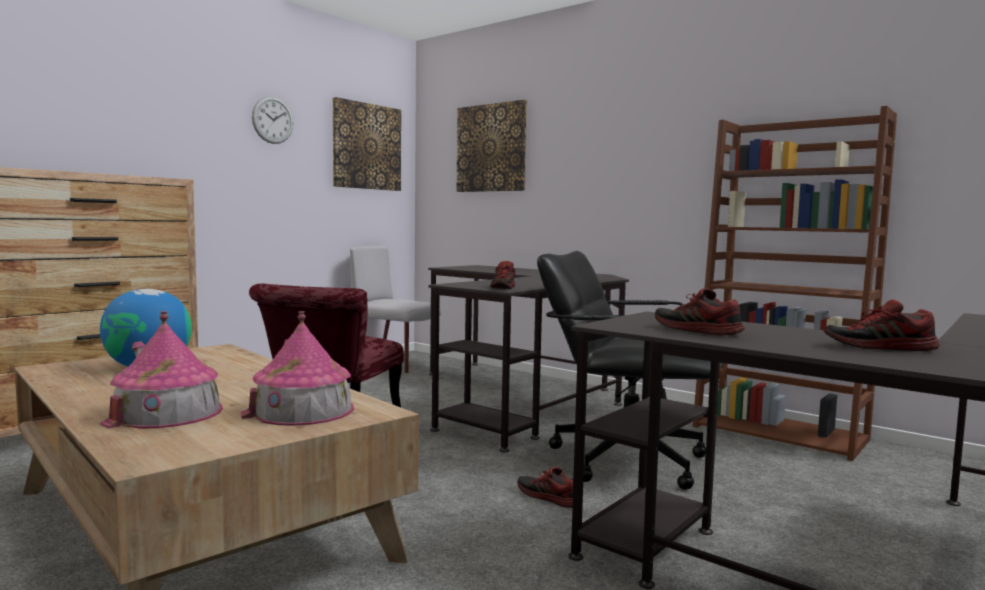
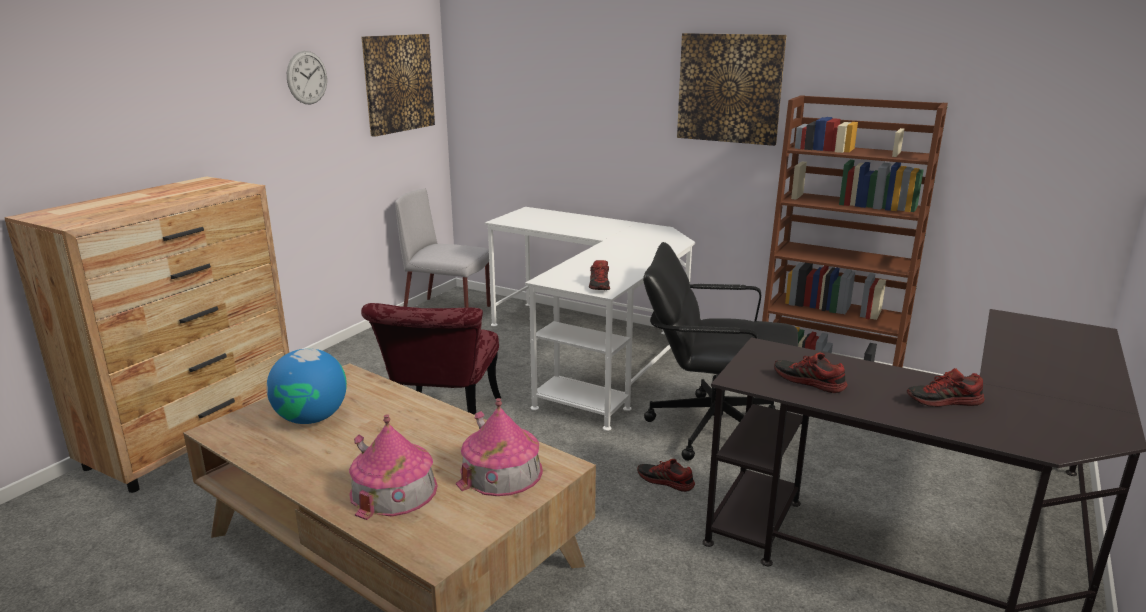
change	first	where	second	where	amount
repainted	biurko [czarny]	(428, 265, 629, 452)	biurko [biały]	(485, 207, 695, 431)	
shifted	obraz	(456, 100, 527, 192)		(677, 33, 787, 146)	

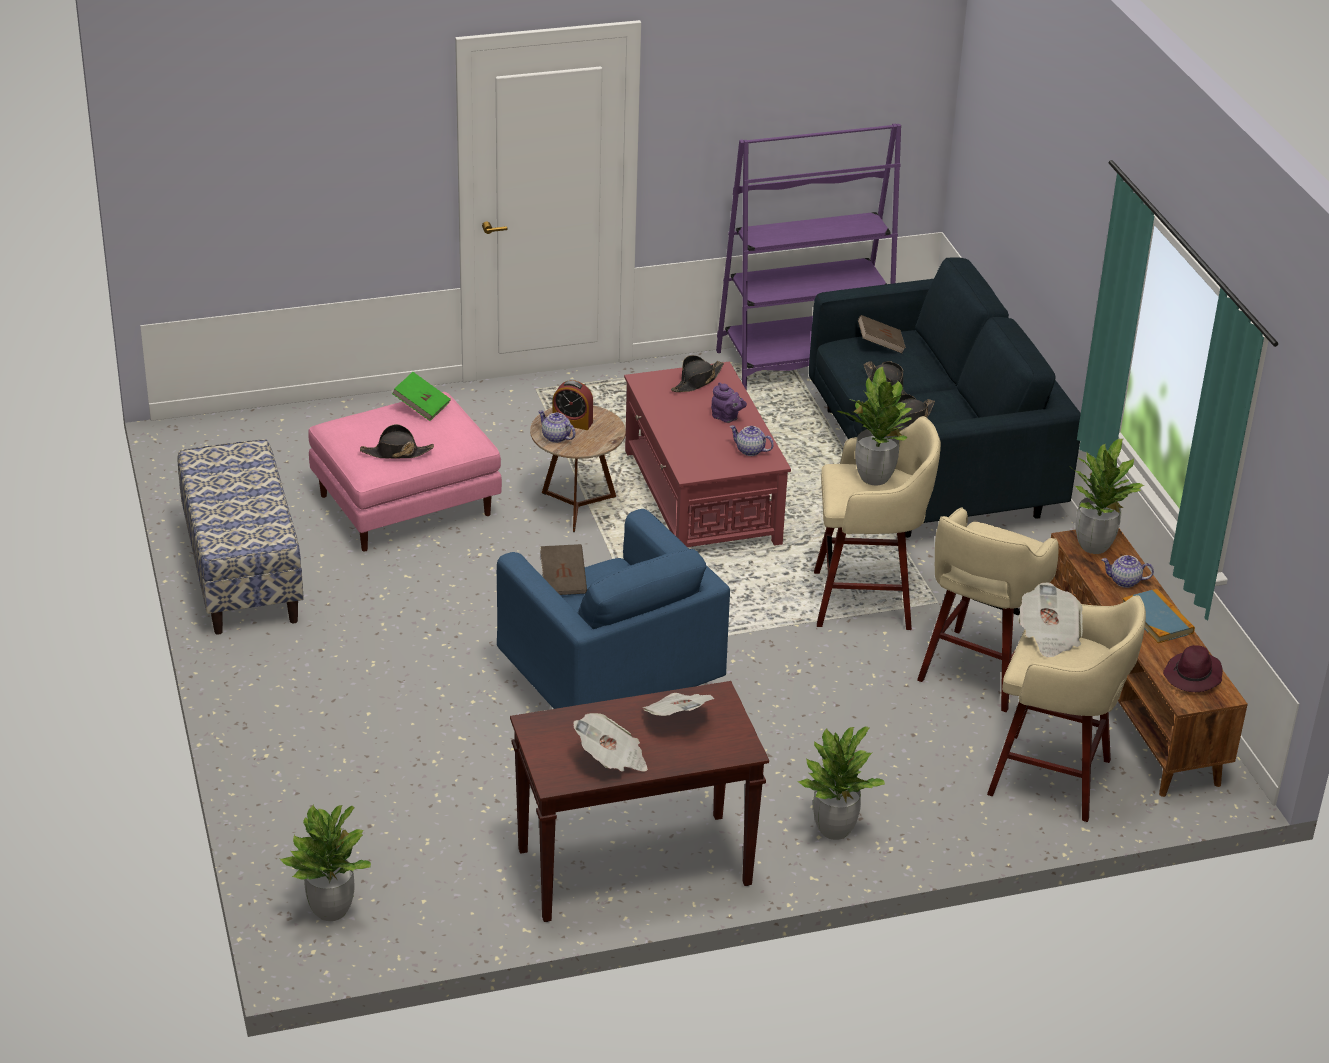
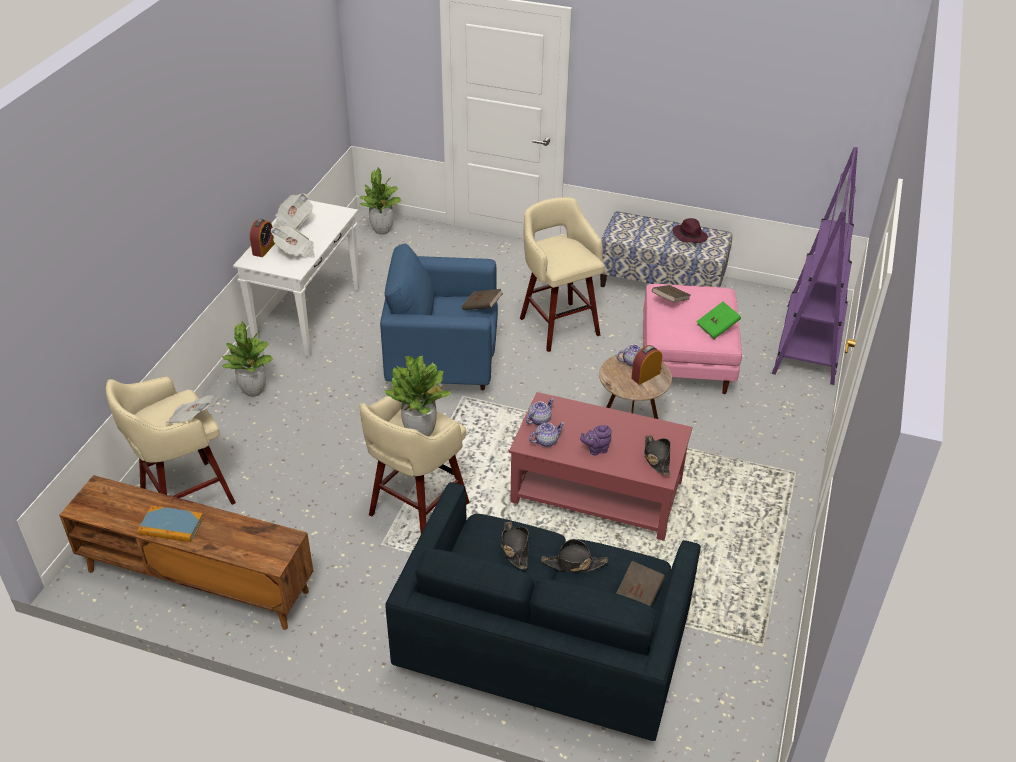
change	first	where	second	where	amount
swapped	kapelusz [czarny]	(360, 424, 434, 459)	książka [brązowy]	(652, 285, 691, 302)	
repainted	stolik konsolowy [brązowy]	(510, 681, 769, 922)	stolik konsolowy [biały]	(233, 200, 360, 357)	
shifted	regał [fioletowy]	(716, 124, 901, 391)		(772, 147, 858, 385)	
shifted	stołek [beżowy]	(917, 507, 1059, 712)		(520, 197, 605, 352)	
gone	roślina doniczkowa	(1069, 439, 1144, 554)			
shifted	imbryk	(1102, 555, 1154, 588)		(526, 398, 554, 425)	
shifted	kapelusz [fioletowy]	(1163, 645, 1223, 692)		(672, 218, 708, 243)	
new			budzik	(250, 219, 275, 257)	

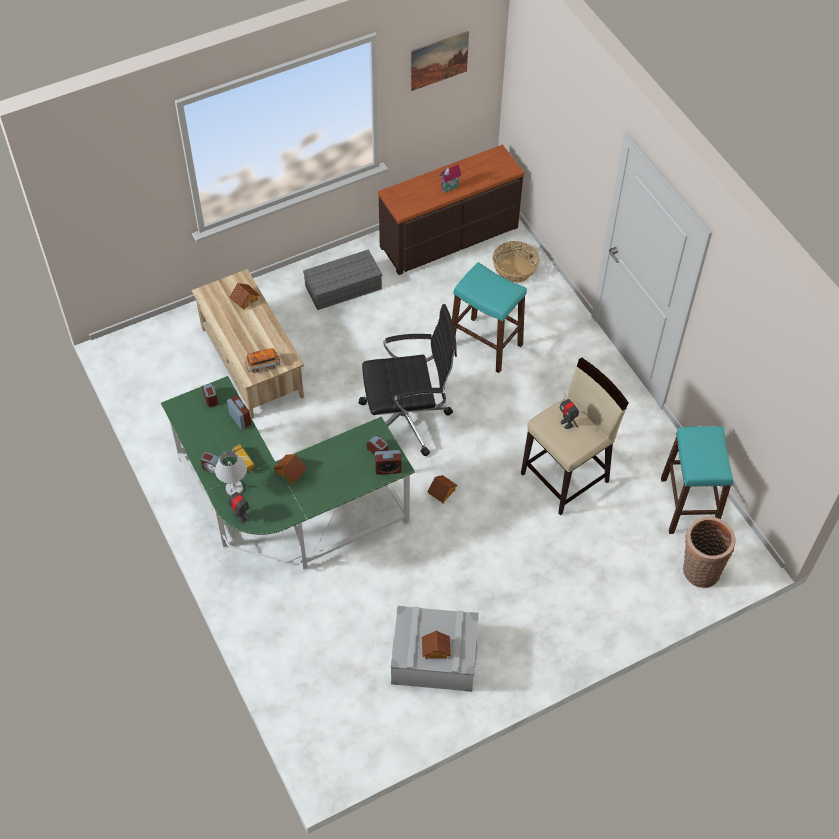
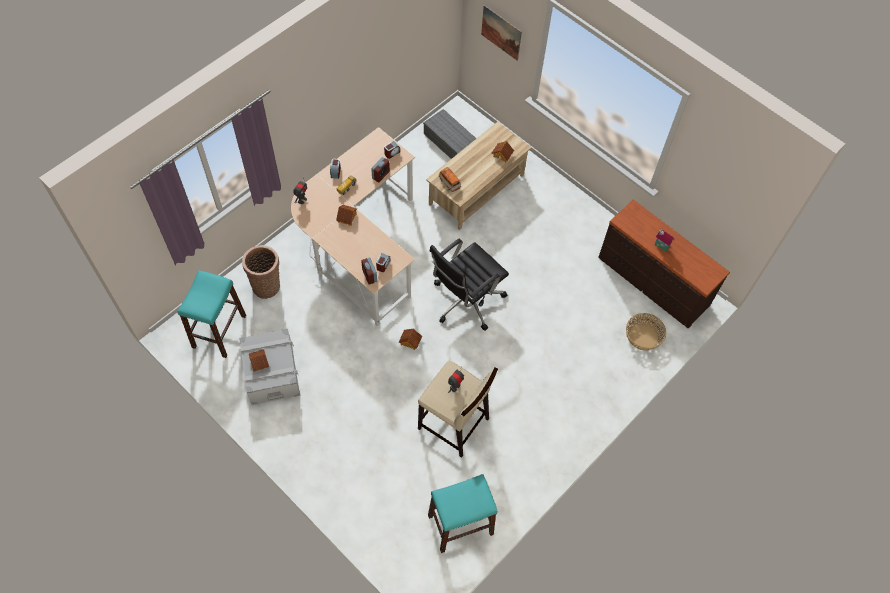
change	first	where	second	where	amount
repainted	biurko [zielony]	(161, 376, 415, 571)	biurko [beżowy]	(291, 127, 415, 327)	
gone	lampa stołowa [biały]	(215, 451, 247, 496)			
shifted	pojemnik do przechowywania [szary]	(303, 249, 382, 310)		(423, 109, 476, 159)	
rotated	krzesło biurowe [czarny]	(359, 304, 457, 456)		(430, 239, 509, 331)	75 degrees clockwise
shifted	obraz	(411, 31, 469, 91)		(481, 5, 522, 61)	
shifted	stołek [turkusowy]	(452, 262, 527, 373)		(177, 270, 246, 358)	
shifted	koszyk	(683, 516, 736, 588)		(242, 245, 280, 299)	

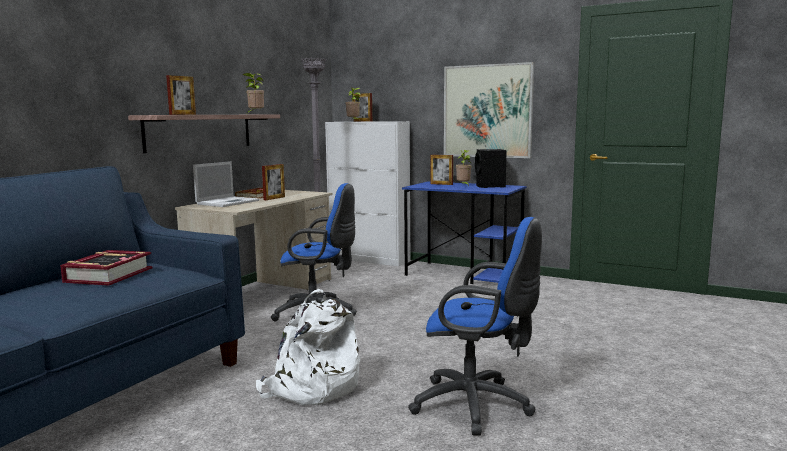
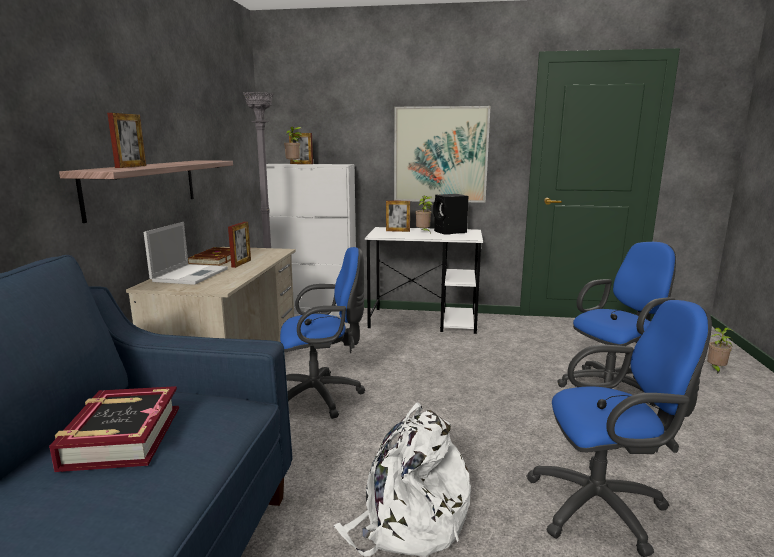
change	first	where	second	where	amount
shifted	roślina doniczkowa	(243, 73, 264, 112)		(707, 327, 734, 374)	
repainted	biurko [niebieski]	(402, 181, 527, 284)	biurko [biały]	(365, 227, 483, 334)	
new			krzesło biurowe [niebieski]	(557, 242, 676, 406)	

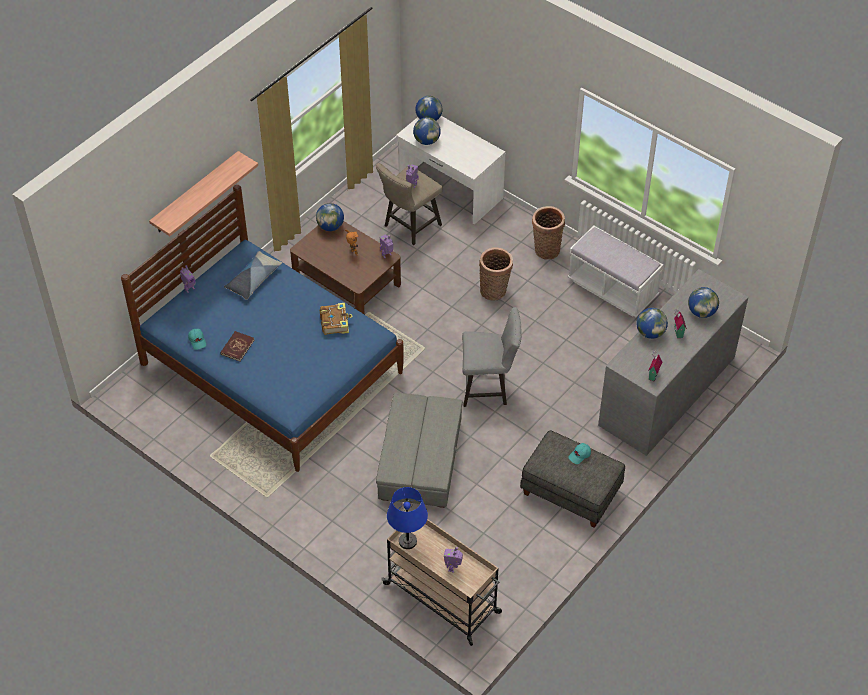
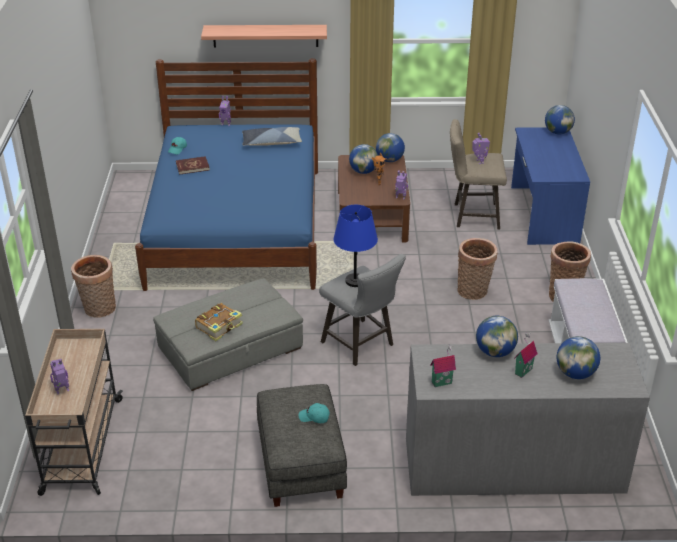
change	first	where	second	where	amount
shifted	książka	(320, 303, 352, 335)		(195, 303, 243, 341)	
shifted	lampa stołowa [niebieski]	(387, 487, 428, 549)		(334, 205, 378, 287)	
repainted	biurko [biały]	(396, 116, 505, 225)	biurko [niebieski]	(511, 127, 590, 245)	
shifted	globus	(413, 117, 441, 145)		(349, 144, 378, 174)	
new			koszyk	(71, 255, 116, 318)	

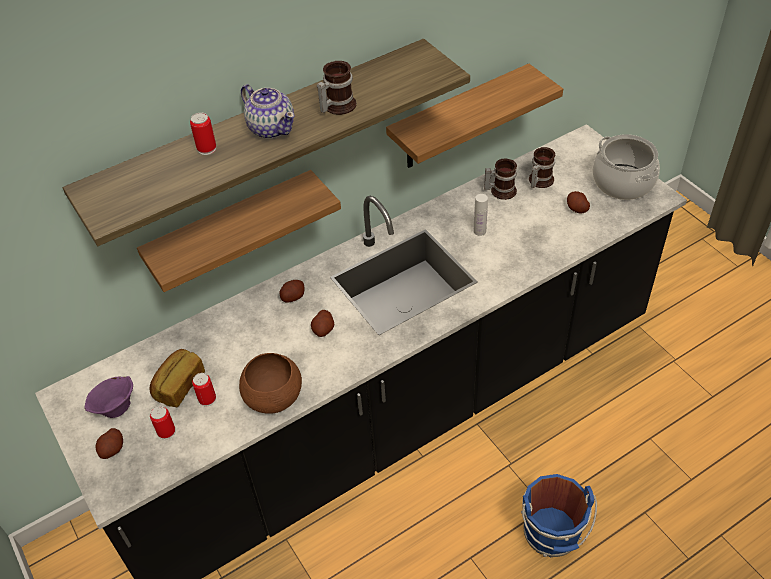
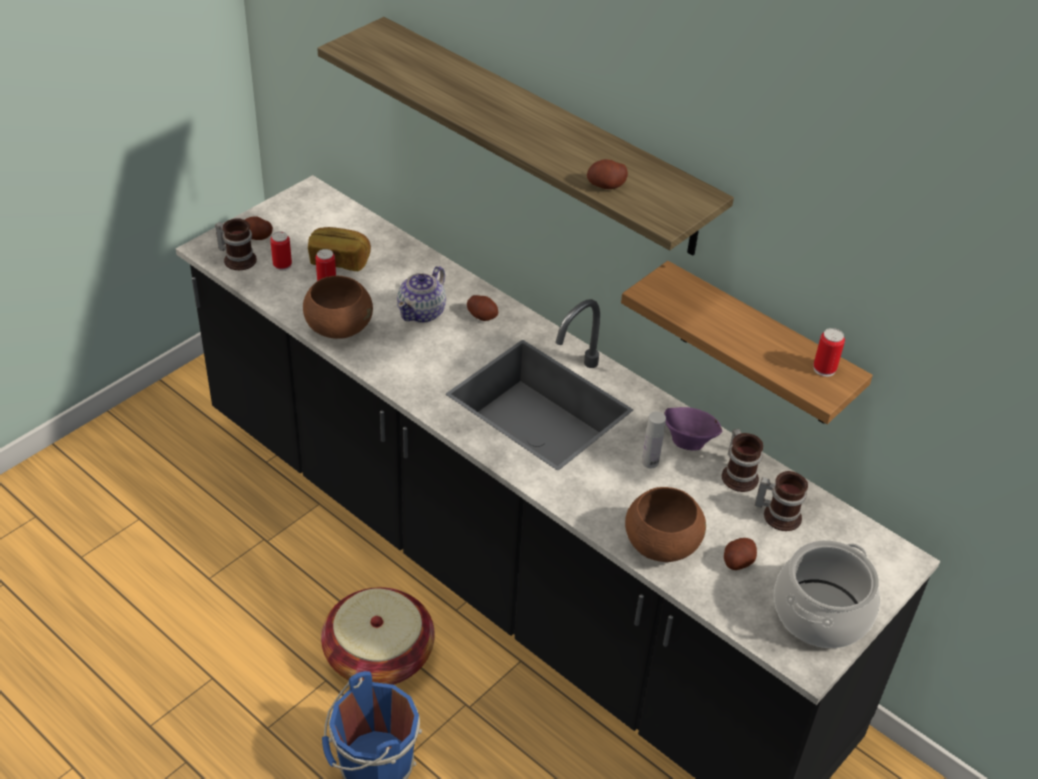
change	first	where	second	where	amount
shifted	miska [fioletowy]	(84, 376, 133, 418)		(665, 407, 723, 450)	
gone	półka	(137, 170, 341, 292)			
shifted	puszka	(190, 113, 216, 155)		(813, 328, 845, 377)	
shifted	imbryk	(241, 84, 295, 139)		(397, 266, 446, 323)	
shifted	ziemniak	(311, 310, 334, 337)		(587, 159, 628, 189)	
shifted	kubek	(317, 61, 357, 115)		(215, 218, 257, 270)	
new			koszyk	(321, 587, 435, 685)	
new			miska [brązowy]	(625, 487, 706, 562)	

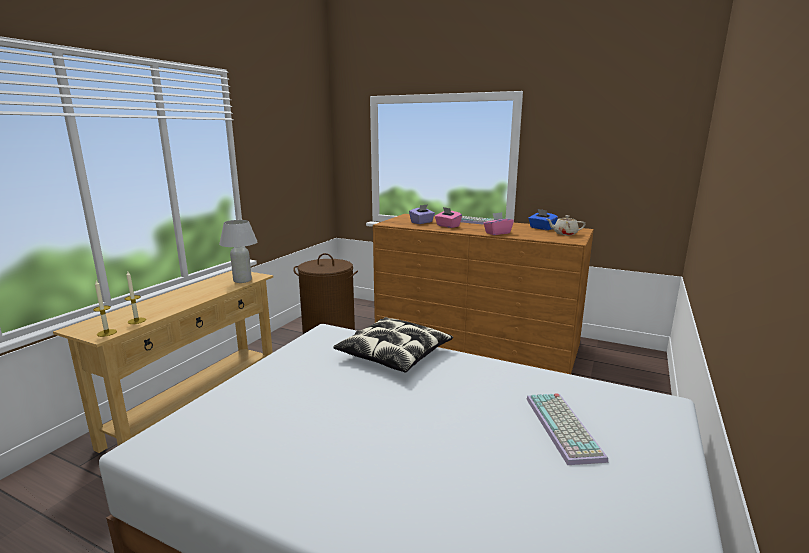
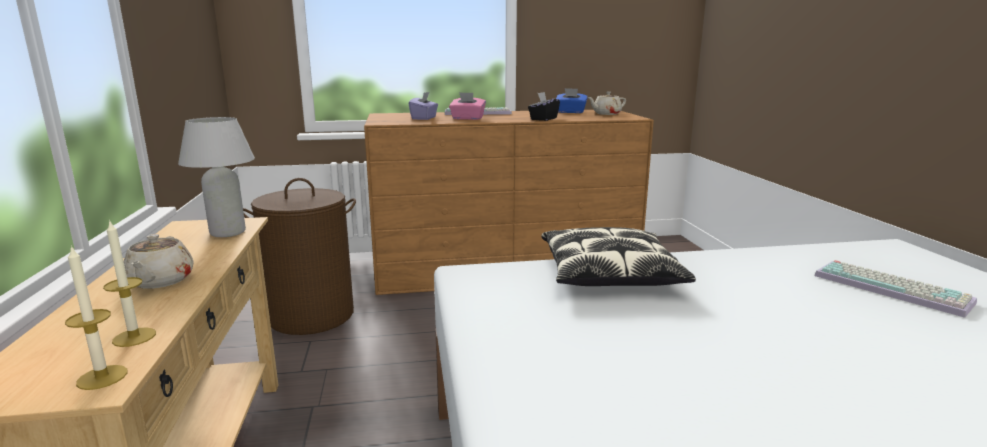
change	first	where	second	where	amount
repainted	pudełko chusteczek [różowy]	(483, 212, 514, 235)	pudełko chusteczek [czarny]	(528, 92, 560, 121)	
new			imbryk [beżowy]	(124, 234, 194, 289)	

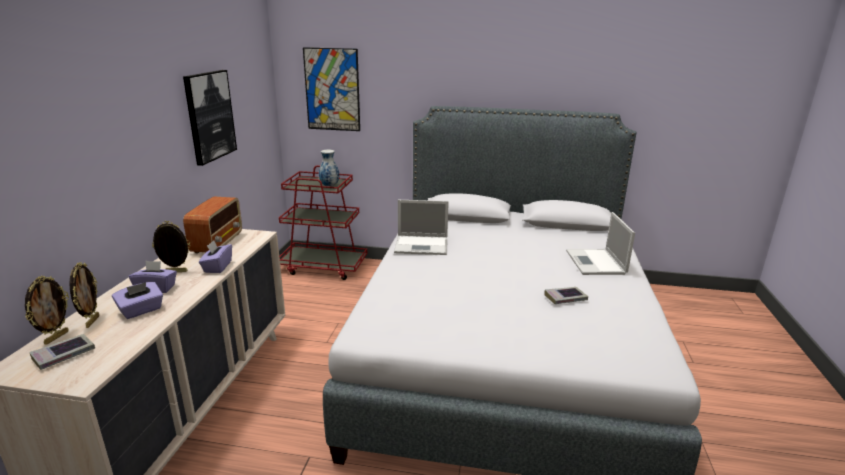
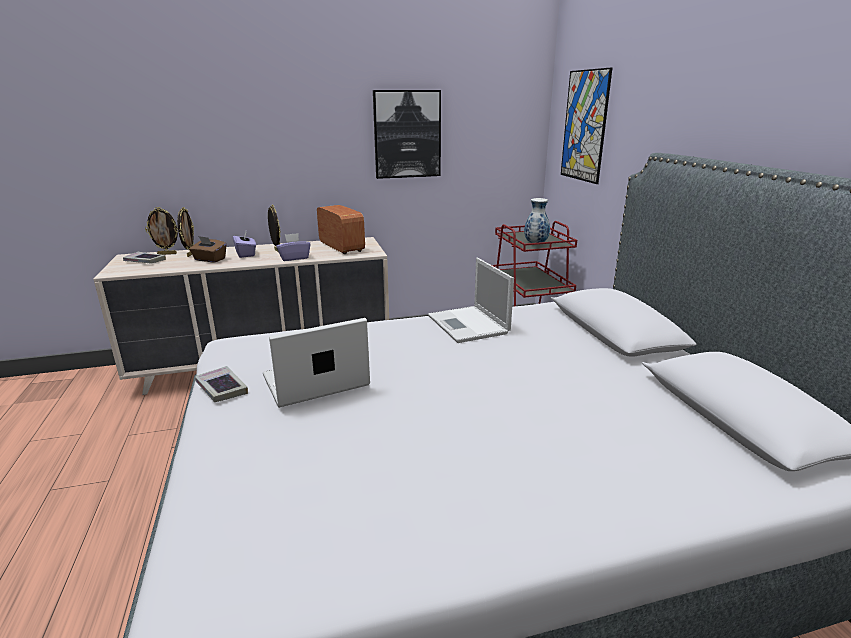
change	first	where	second	where	amount
rotated	ramka na zdjęcie	(69, 262, 99, 328)		(177, 207, 194, 257)	60 degrees counterclockwise
repainted	pudełko chusteczek [fioletowy]	(112, 282, 163, 319)	pudełko chusteczek [brązowy]	(189, 236, 226, 263)	
rotated	radio	(183, 197, 242, 254)		(317, 205, 365, 254)	105 degrees counterclockwise
shifted	książka	(544, 287, 588, 304)		(195, 366, 248, 402)	
shifted	laptop	(566, 212, 635, 275)		(263, 318, 370, 408)	

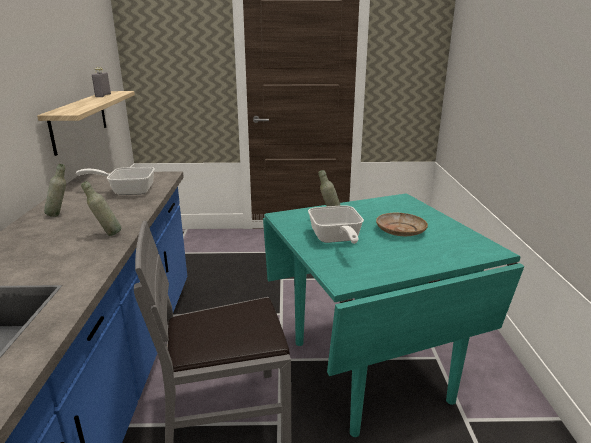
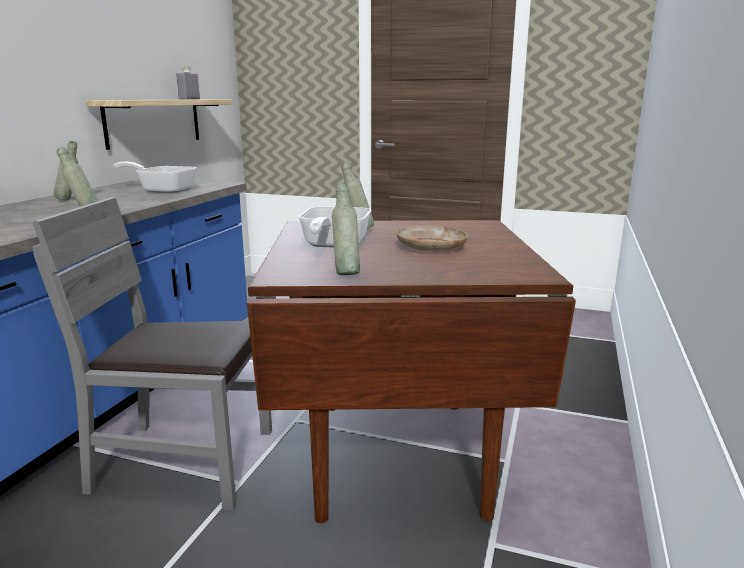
change	first	where	second	where	amount
repainted	stół jadalny [turkusowy]	(263, 194, 524, 437)	stół jadalny [brązowy]	(247, 220, 576, 523)	
new			butelka [szary]	(332, 183, 360, 275)	

